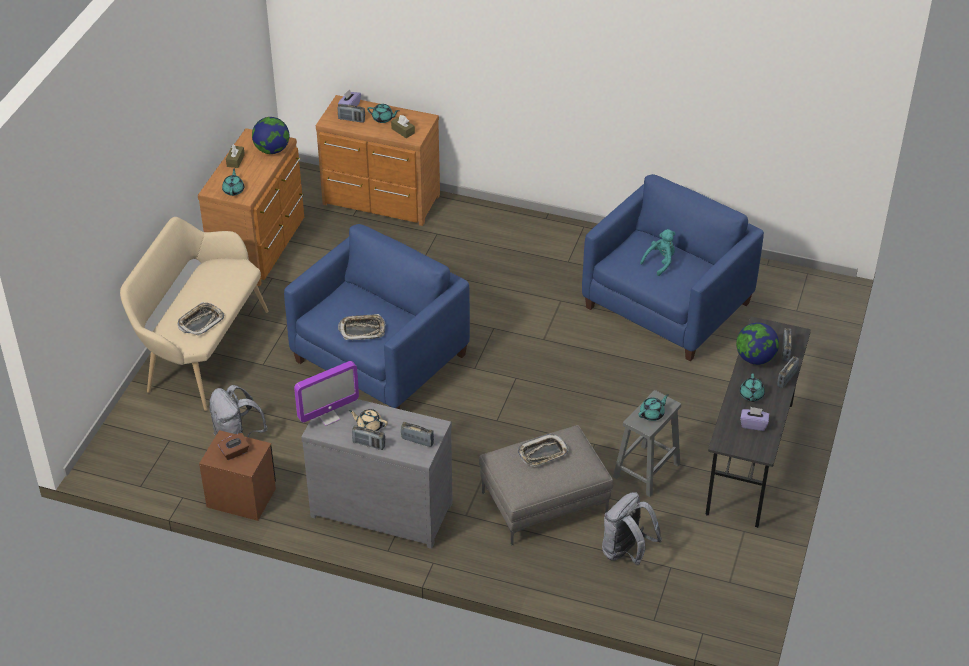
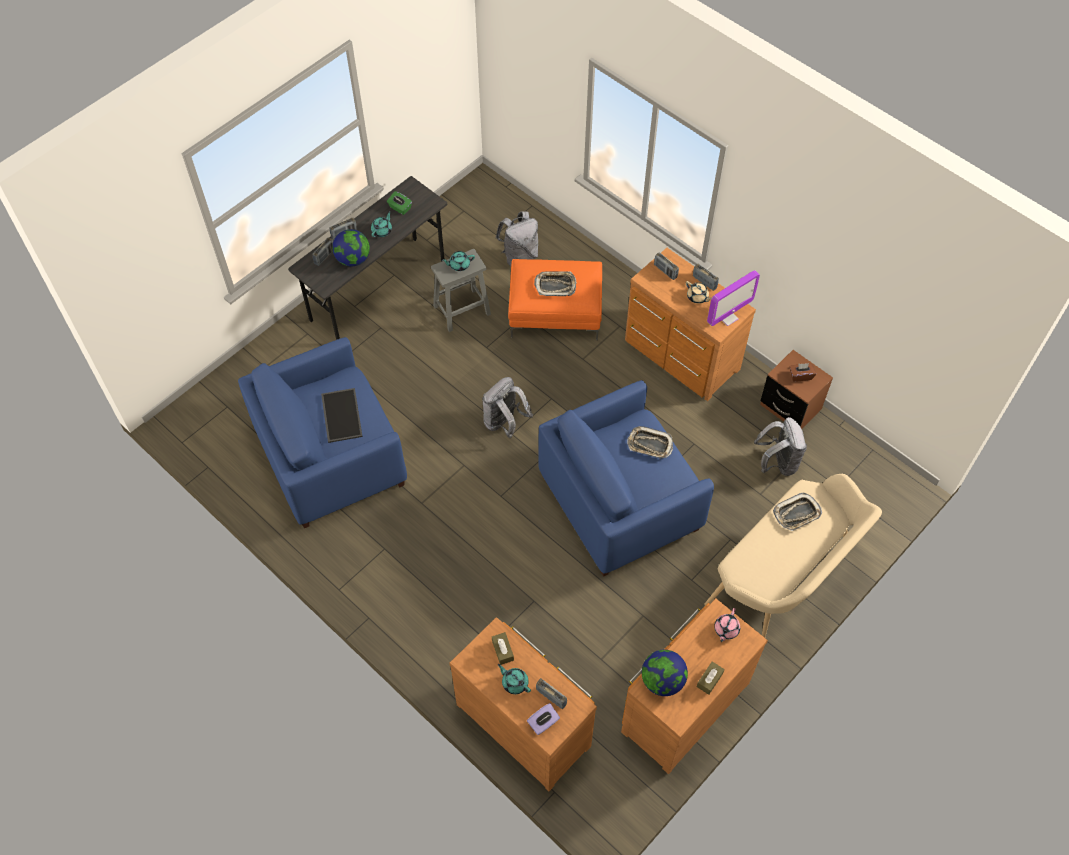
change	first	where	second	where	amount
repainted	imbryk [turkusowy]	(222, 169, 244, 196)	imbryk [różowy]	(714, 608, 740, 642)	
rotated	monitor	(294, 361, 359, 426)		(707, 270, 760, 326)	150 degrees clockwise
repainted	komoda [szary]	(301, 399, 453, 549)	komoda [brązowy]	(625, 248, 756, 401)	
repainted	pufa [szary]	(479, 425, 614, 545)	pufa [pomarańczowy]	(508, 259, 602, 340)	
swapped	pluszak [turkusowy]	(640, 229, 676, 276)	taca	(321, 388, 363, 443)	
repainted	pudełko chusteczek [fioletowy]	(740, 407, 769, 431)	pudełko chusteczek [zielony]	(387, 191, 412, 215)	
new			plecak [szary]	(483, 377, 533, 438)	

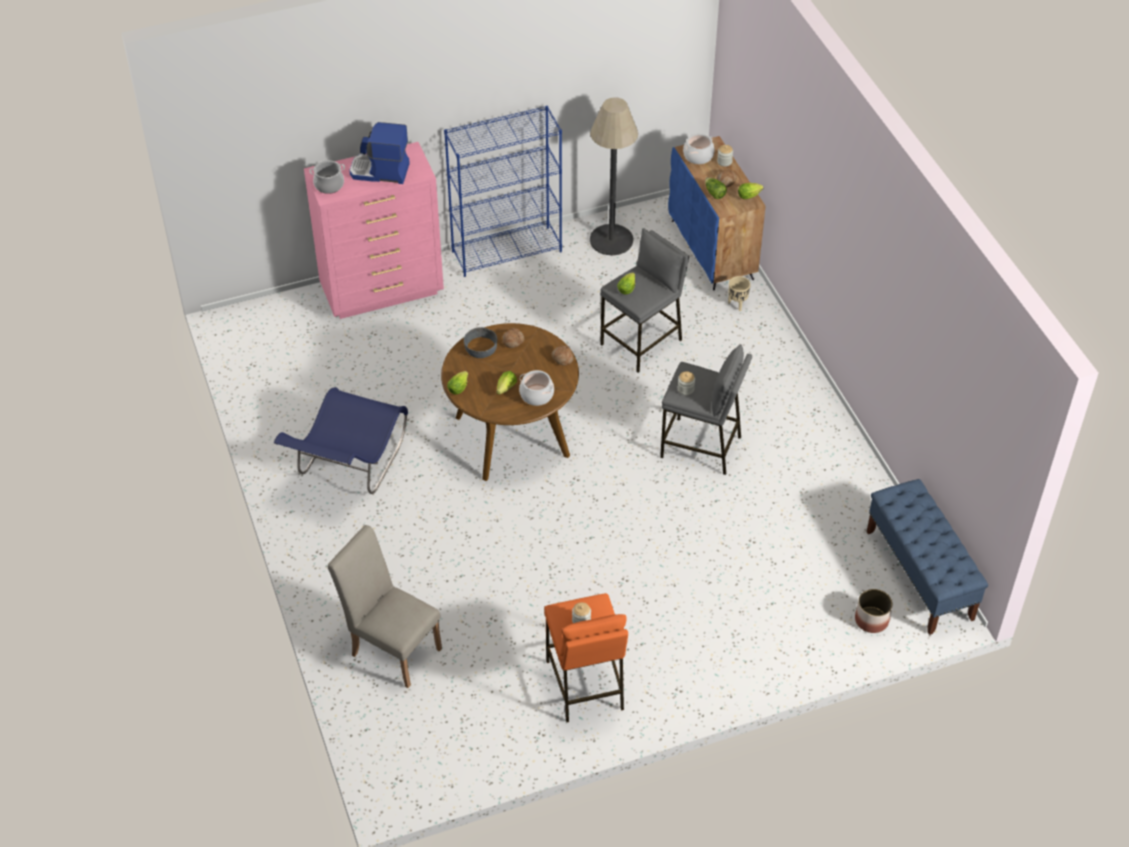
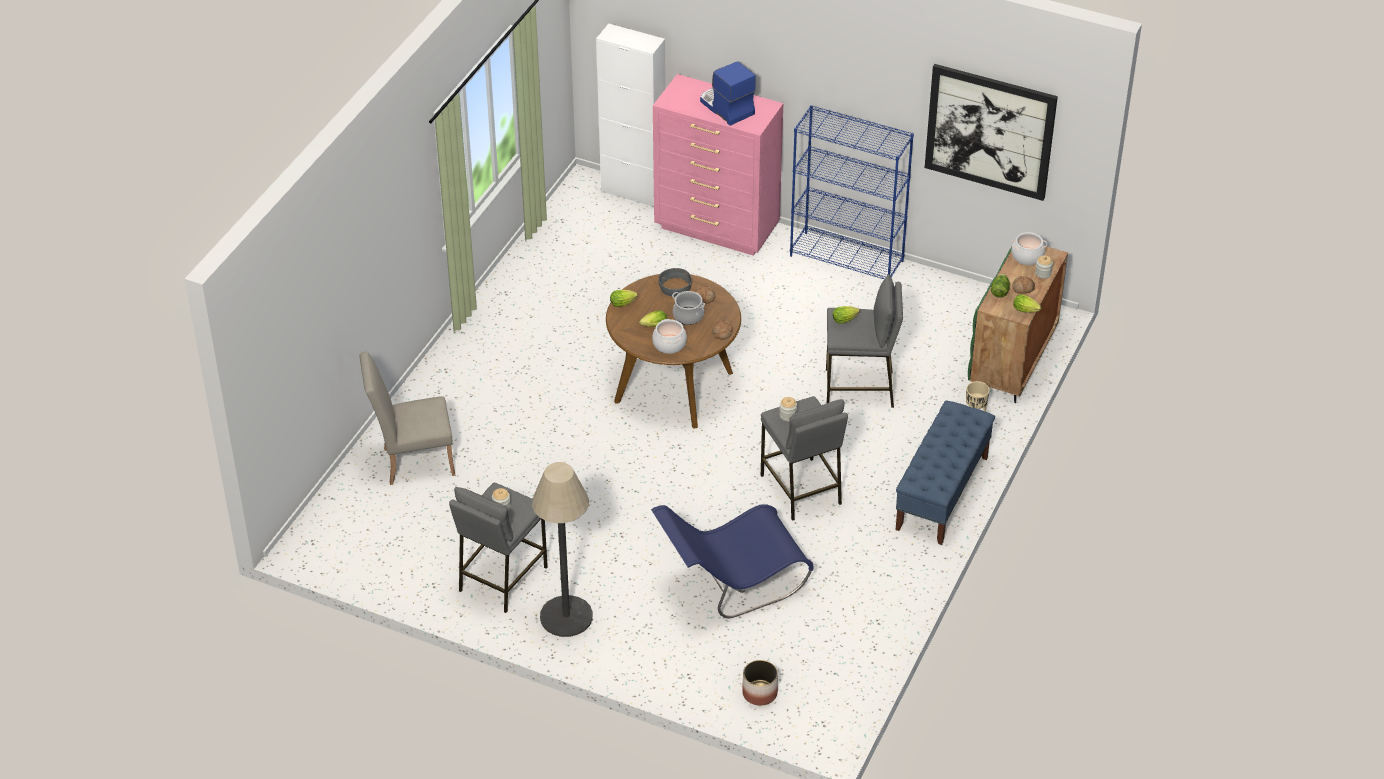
change	first	where	second	where	amount
shifted	krzesło [niebieski]	(274, 387, 408, 494)		(651, 504, 813, 618)	
shifted	garnek	(309, 160, 345, 194)		(672, 291, 705, 325)	
rotated	krzesło [beżowy]	(328, 525, 442, 688)		(360, 352, 455, 485)	90 degrees counterclockwise
repainted	stołek [pomarańczowy]	(544, 593, 628, 723)	stołek [szary]	(449, 483, 548, 613)	
shifted	lampa stojąca	(590, 97, 638, 255)		(532, 462, 593, 637)	
repainted	szafka [niebieski]	(668, 136, 766, 290)	szafka [zielony]	(968, 239, 1068, 403)	
shifted	ławka [niebieski]	(867, 479, 988, 635)		(895, 400, 995, 545)	
new			szafka [biały]	(596, 24, 666, 207)	
new			obraz	(925, 64, 1058, 201)	

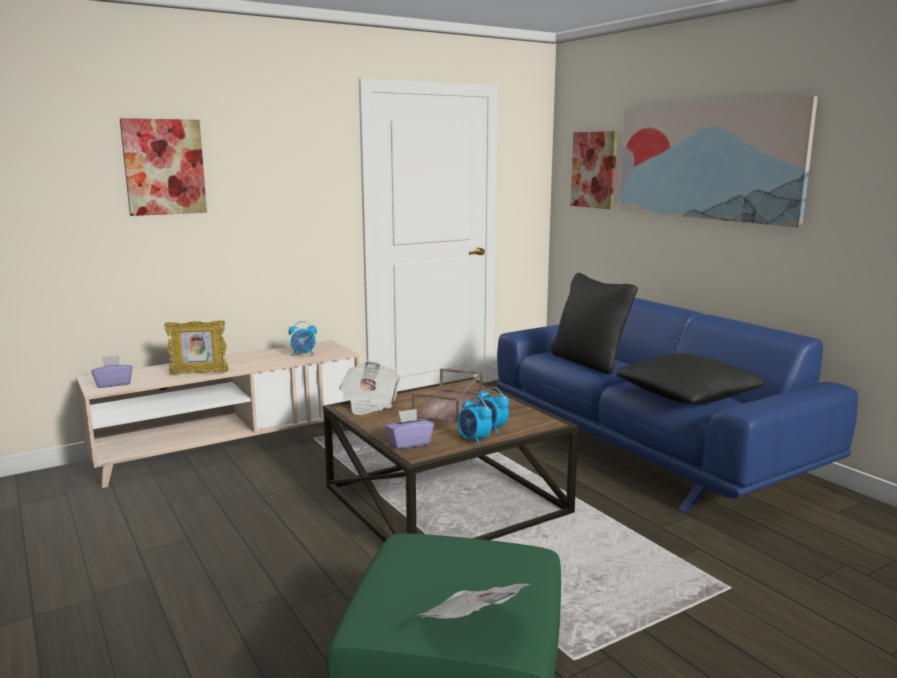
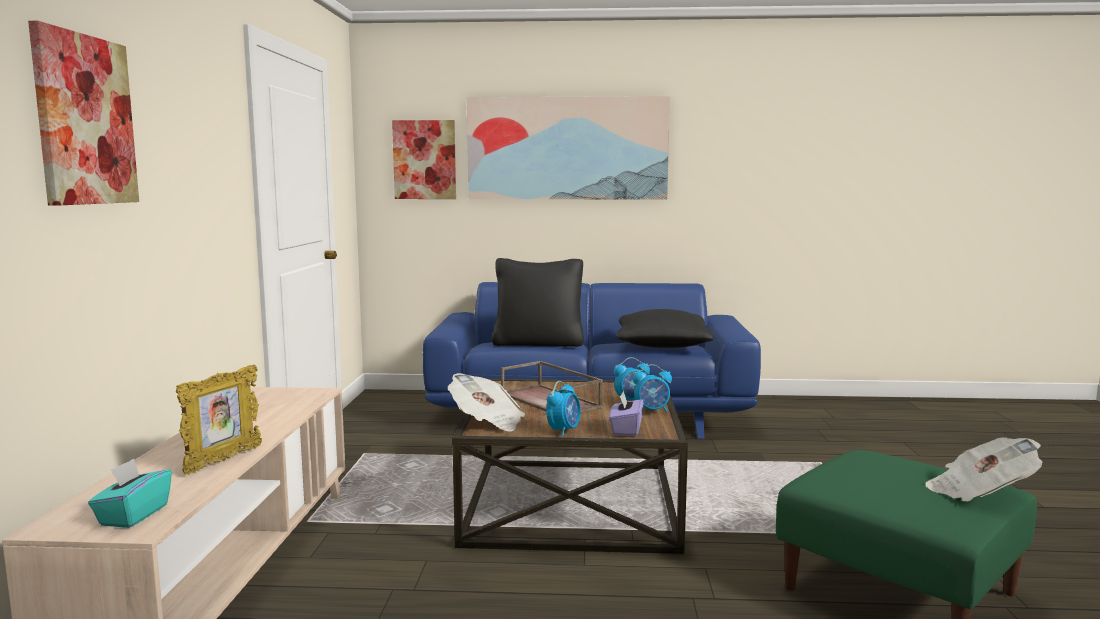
change	first	where	second	where	amount
repainted	pudełko chusteczek [fioletowy]	(92, 355, 132, 388)	pudełko chusteczek [turkusowy]	(88, 458, 172, 528)	
shifted	budzik	(288, 321, 317, 356)		(546, 381, 581, 436)	

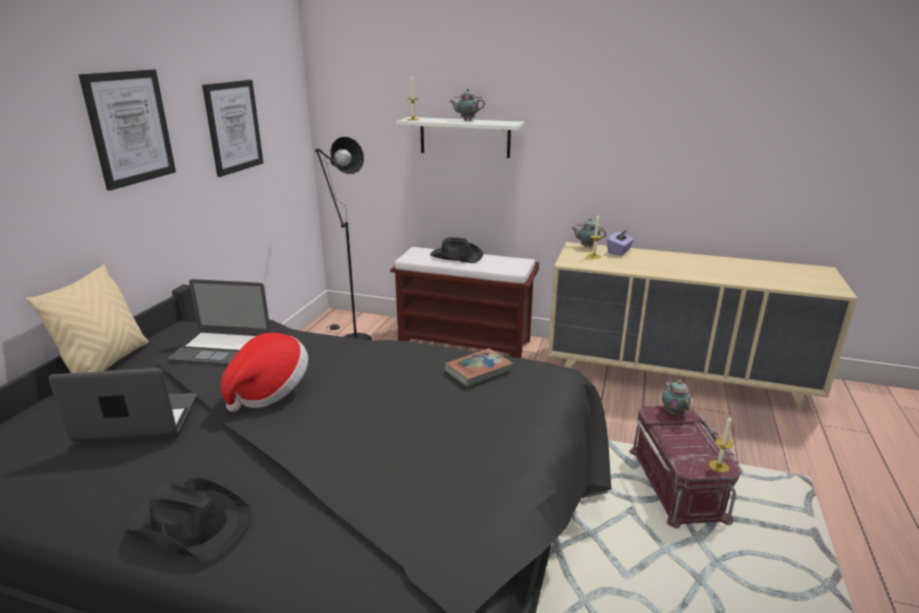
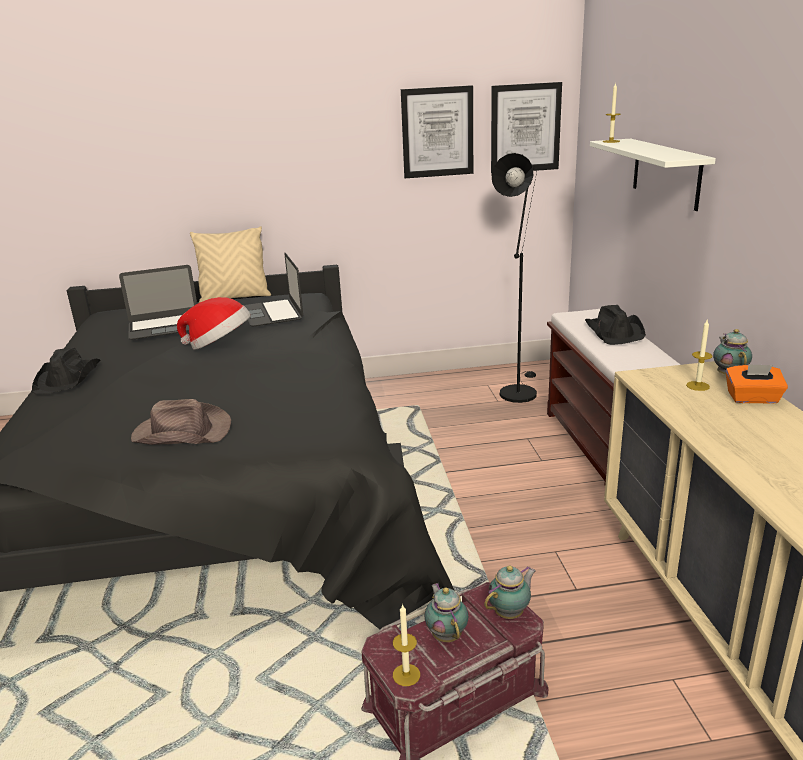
change	first	where	second	where	amount
rotated	laptop	(49, 368, 197, 442)		(119, 265, 197, 340)	105 degrees clockwise
shifted	obraz	(79, 69, 176, 191)		(491, 82, 562, 174)	
gone	książka	(444, 348, 513, 387)			
shifted	imbryk	(450, 89, 485, 121)		(425, 583, 468, 642)	
repainted	pudełko chusteczek [fioletowy]	(607, 230, 634, 256)	pudełko chusteczek [pomarańczowy]	(726, 364, 788, 404)	
new			kapelusz [brązowy]	(131, 399, 231, 445)	

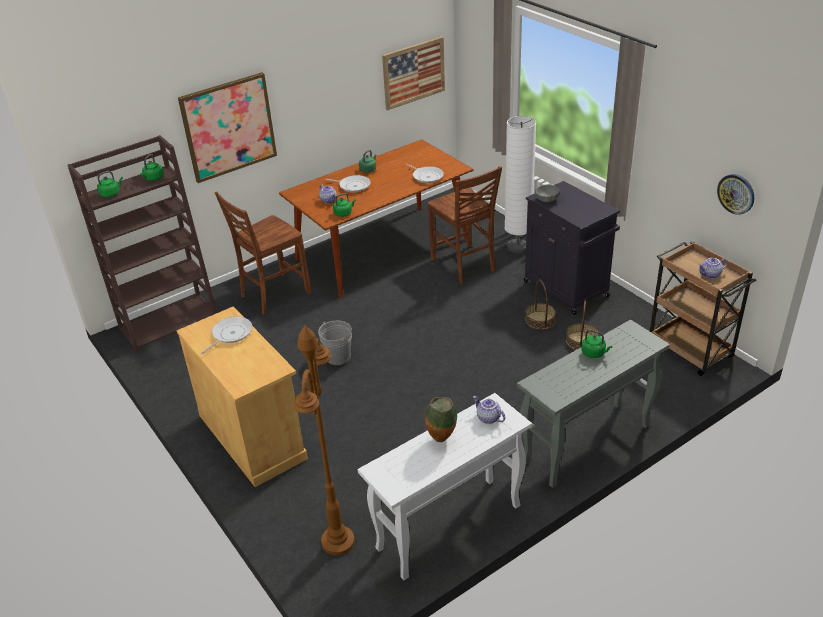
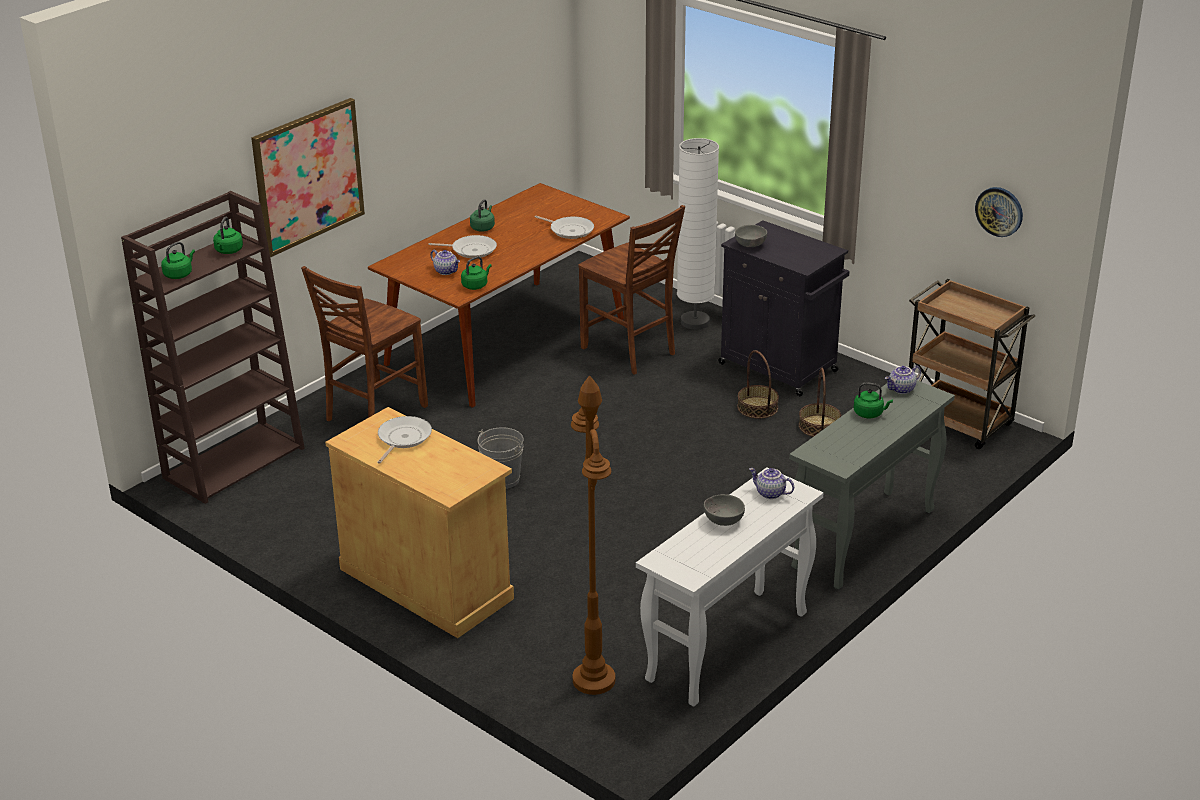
change	first	where	second	where	amount
gone	obraz	(382, 37, 445, 110)			
swapped	wazon	(425, 397, 457, 442)	miska [szary]	(704, 494, 745, 526)	
shifted	imbryk	(698, 258, 728, 279)		(885, 365, 921, 394)	

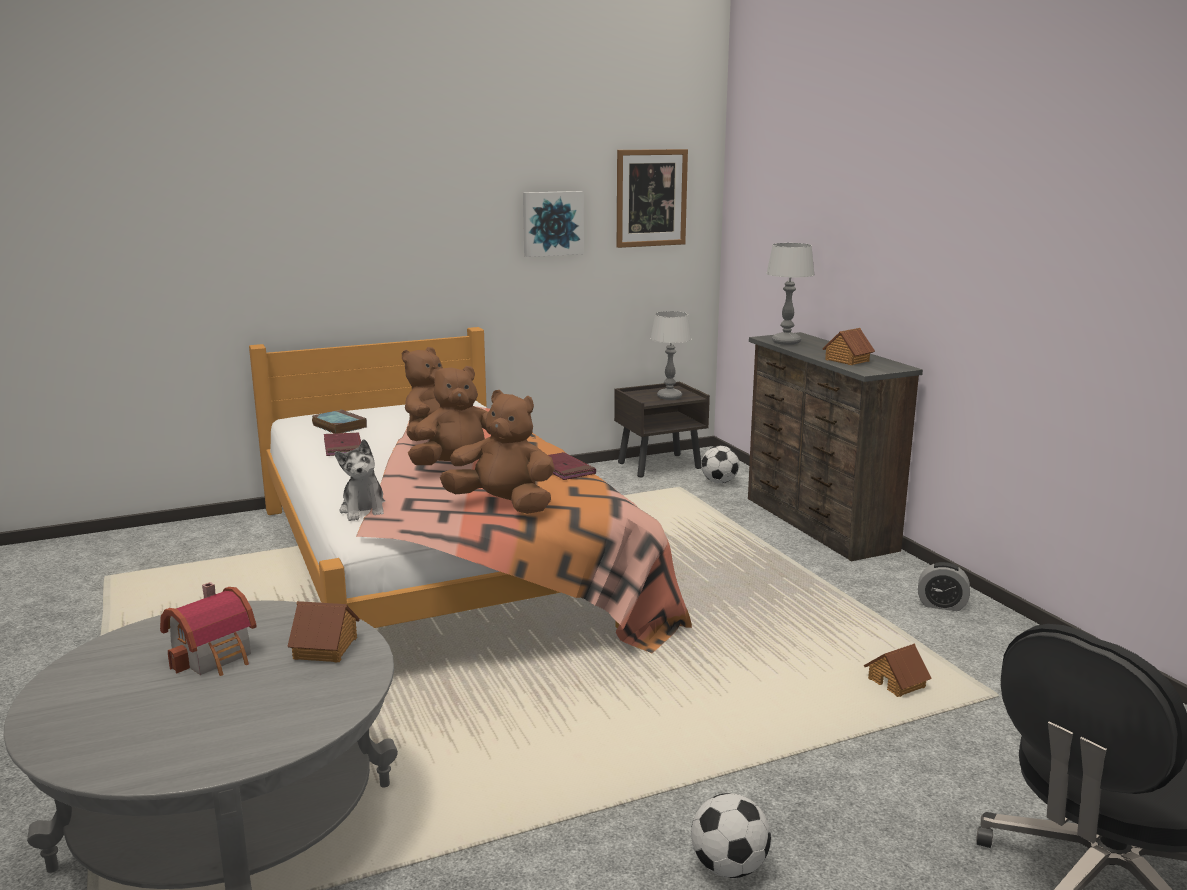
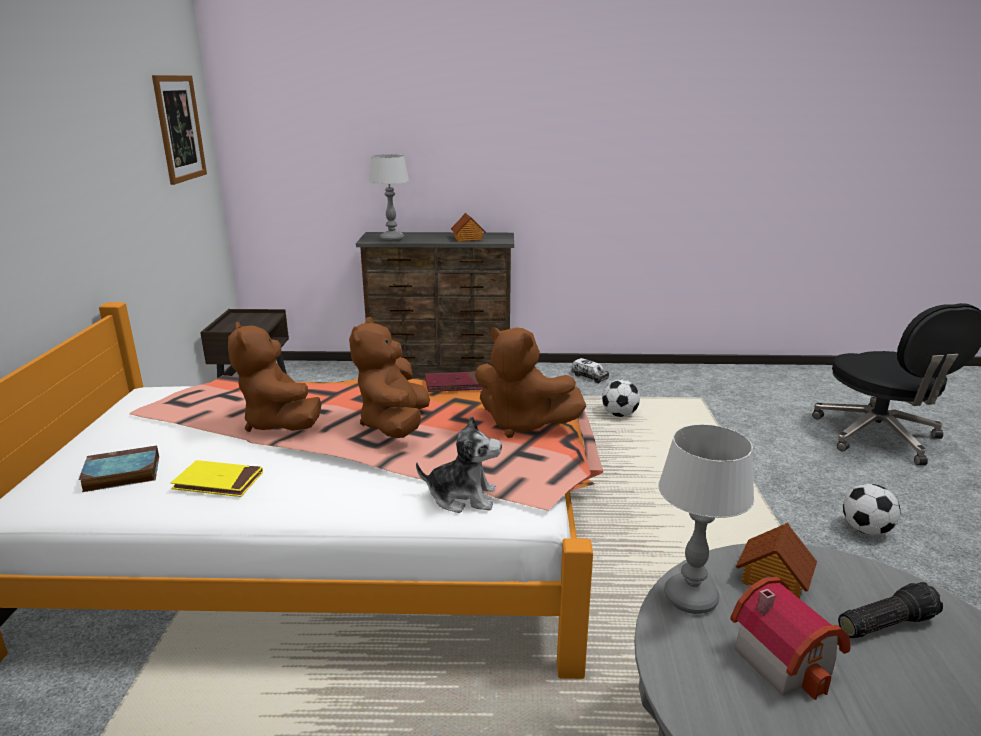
change	first	where	second	where	amount
repainted	książka [czerwony]	(324, 432, 361, 456)	książka [żółty]	(171, 460, 263, 497)	
rotated	pluszak [brązowy]	(440, 390, 555, 514)		(475, 327, 586, 438)	105 degrees counterclockwise
gone	obraz	(523, 191, 584, 257)			
shifted	lampa stołowa	(650, 311, 692, 400)		(658, 424, 754, 614)	
shifted	piłka futbolowa	(701, 446, 739, 483)		(602, 379, 640, 417)	
gone	domek	(864, 643, 932, 697)			
swapped	budzik	(918, 562, 970, 611)	ciężarówka zabawkowa	(571, 358, 609, 383)	
new			latarka	(838, 582, 943, 638)	

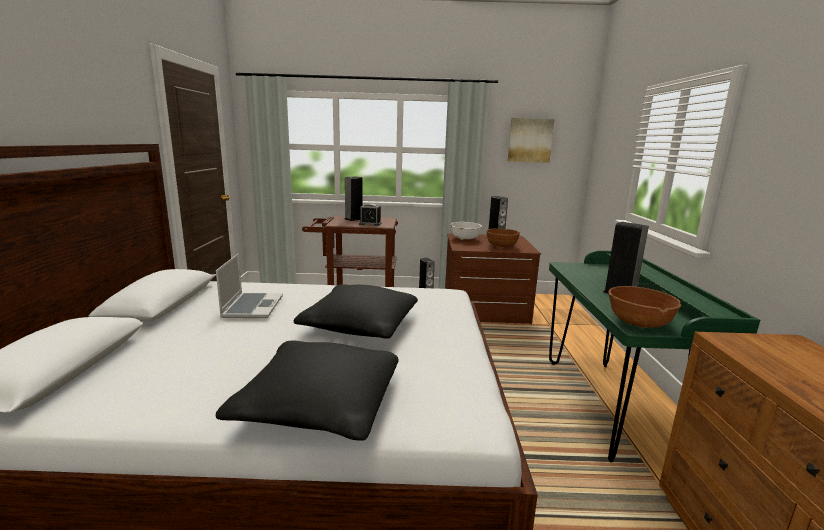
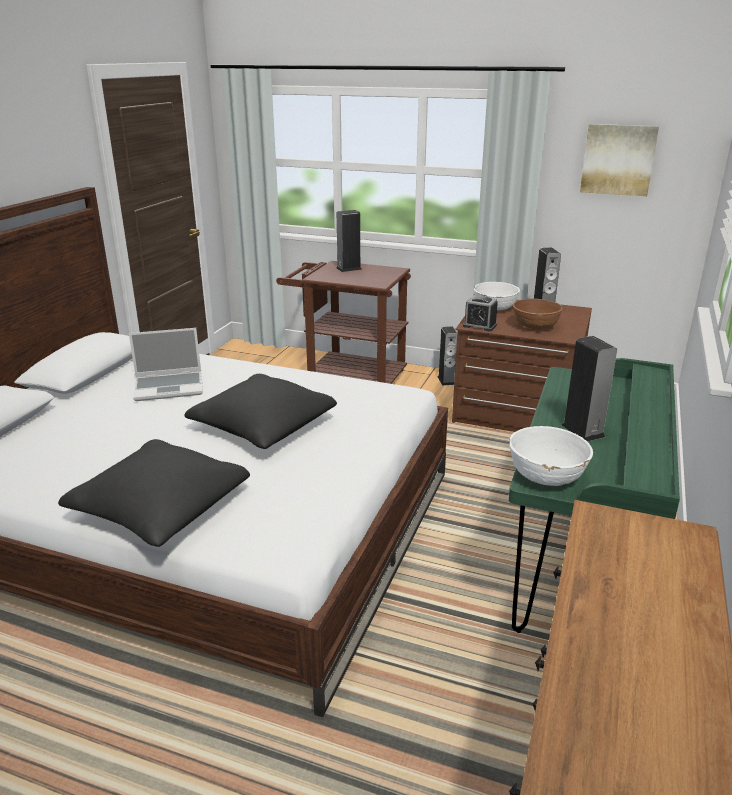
change	first	where	second	where	amount
rotated	laptop	(216, 254, 283, 318)		(129, 328, 203, 401)	60 degrees clockwise
shifted	budzik	(359, 203, 381, 226)		(463, 296, 498, 331)	
repainted	miska [brązowy]	(608, 286, 681, 328)	miska [biały]	(510, 426, 593, 486)	

